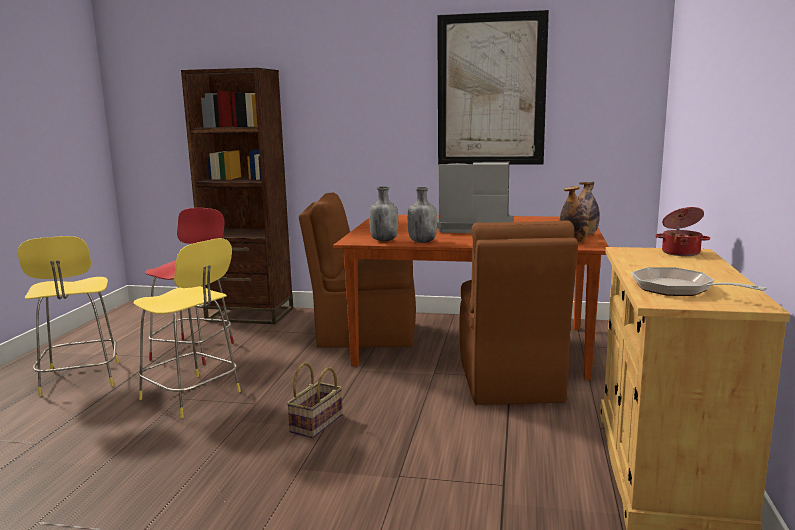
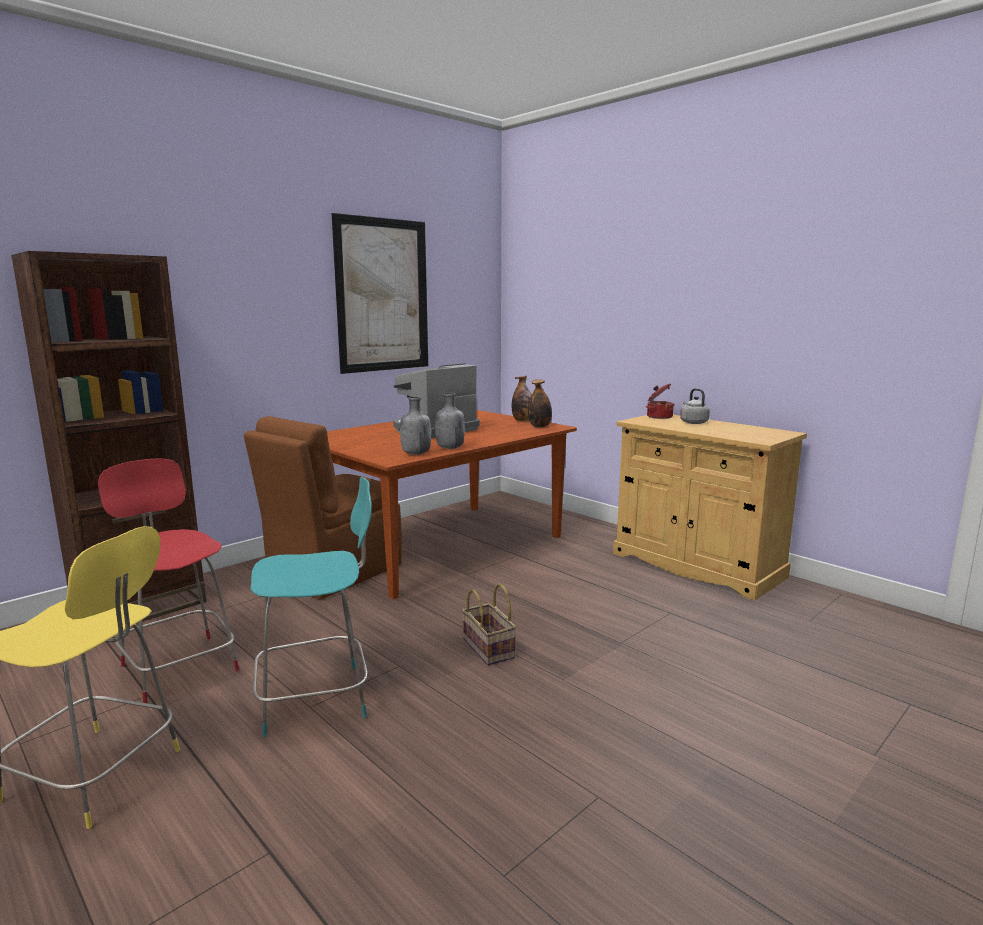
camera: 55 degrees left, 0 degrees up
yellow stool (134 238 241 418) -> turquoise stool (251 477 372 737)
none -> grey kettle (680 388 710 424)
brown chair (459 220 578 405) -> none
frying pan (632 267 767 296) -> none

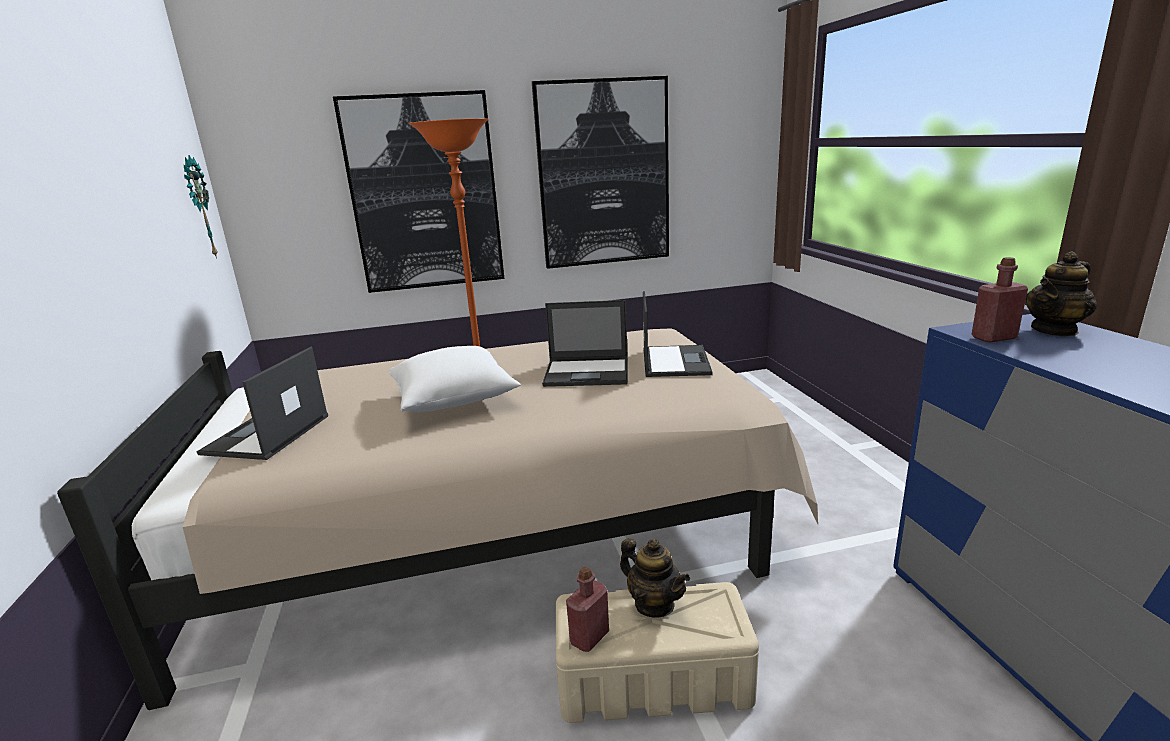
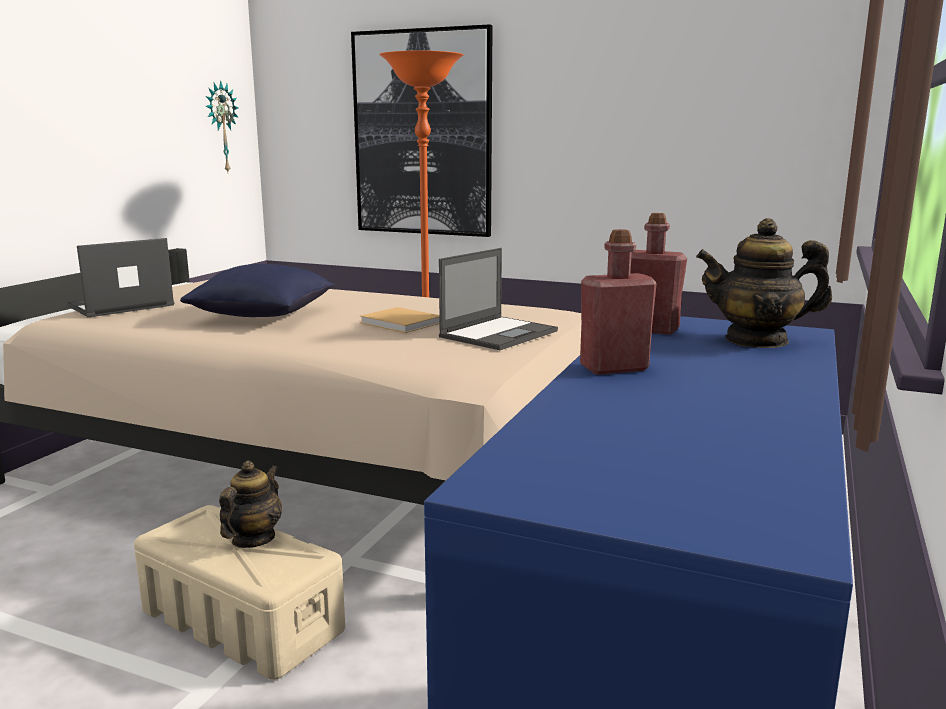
camera: 35 degrees right, 5 degrees down
white pillow (389 346 521 412) -> blue pillow (180 264 335 317)
teapot (620 538 690 617) -> teapot (219 461 282 548), 150 degrees counterclockwise
laptop (542 300 628 387) -> beige book (360 307 440 333)
red bottle (566 566 609 652) -> red bottle (580 229 657 375), move
picture (532 76 669 269) -> none

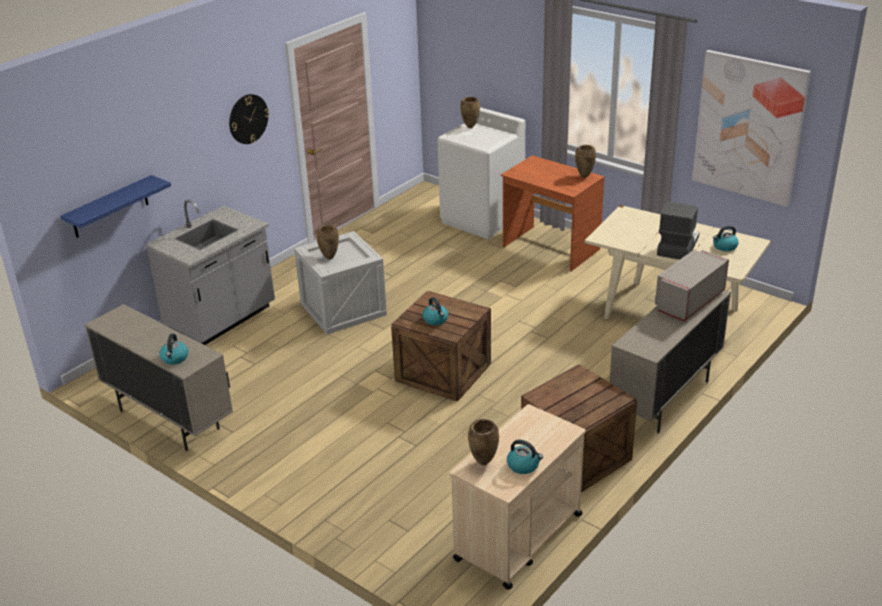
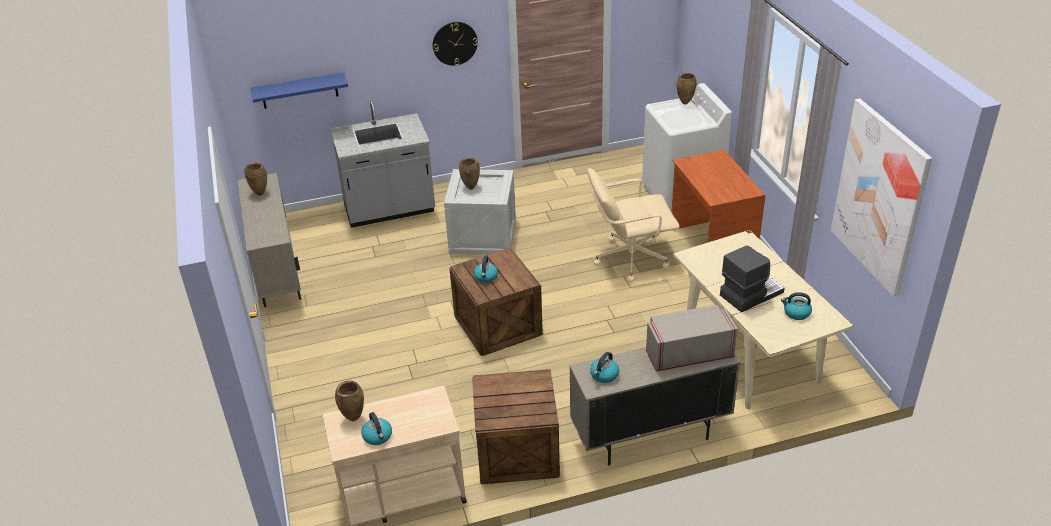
camera: 35 degrees right, 5 degrees up
brown vase (575 145 596 178) -> brown vase (244 163 267 196), move
none -> beige office chair (588 168 680 282)
kettle (159 334 189 365) -> kettle (590 352 619 383), move

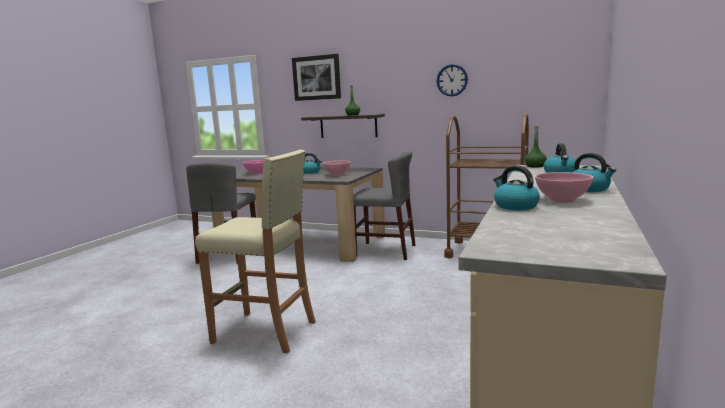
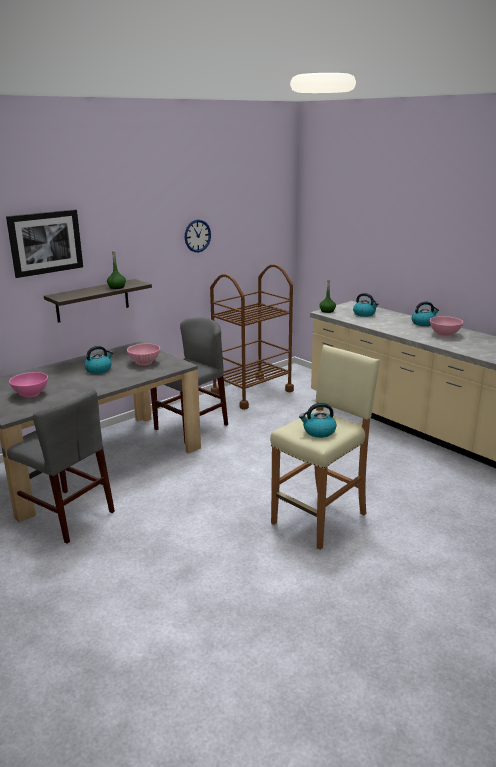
camera: 65 degrees left, 10 degrees up
kettle (494 165 540 210) -> kettle (299 403 337 438), move

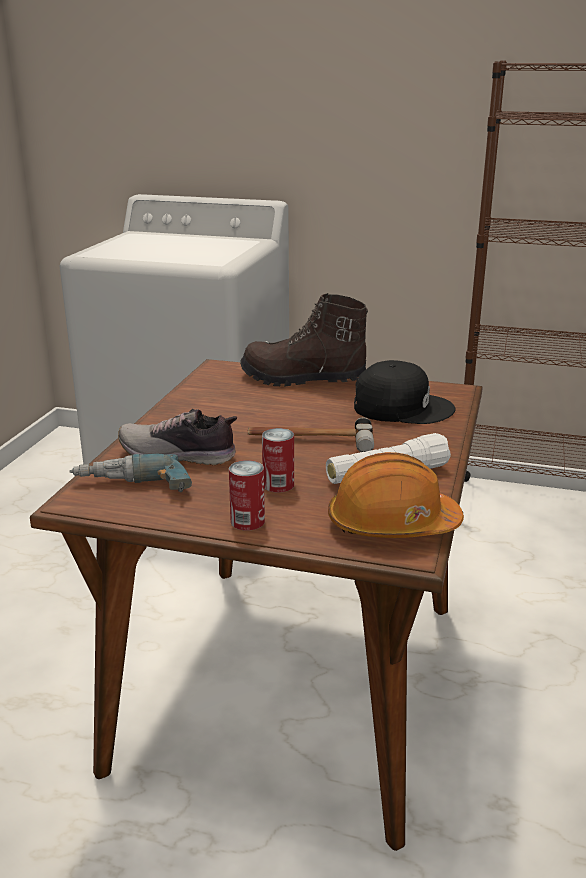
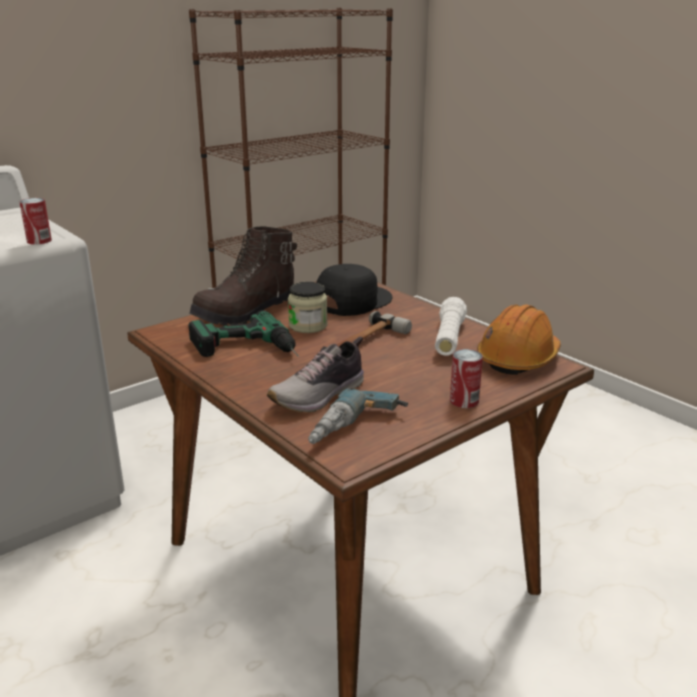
camera: 55 degrees left, 0 degrees up
can (262 428 294 492) -> can (19 198 52 245), move
none -> power drill (188 310 299 357)
none -> jar (288 282 328 333)

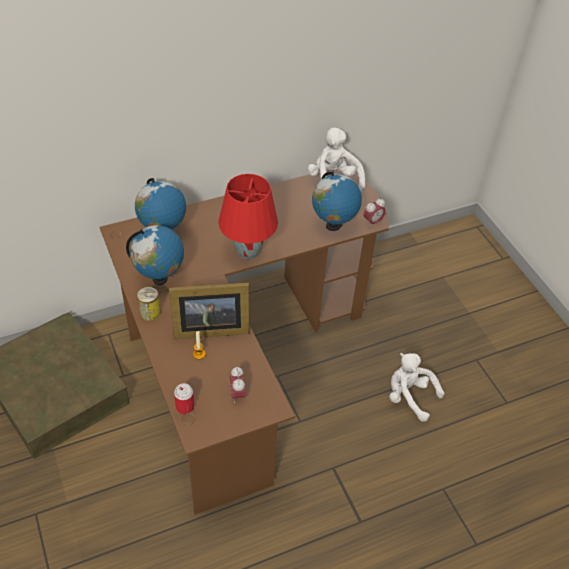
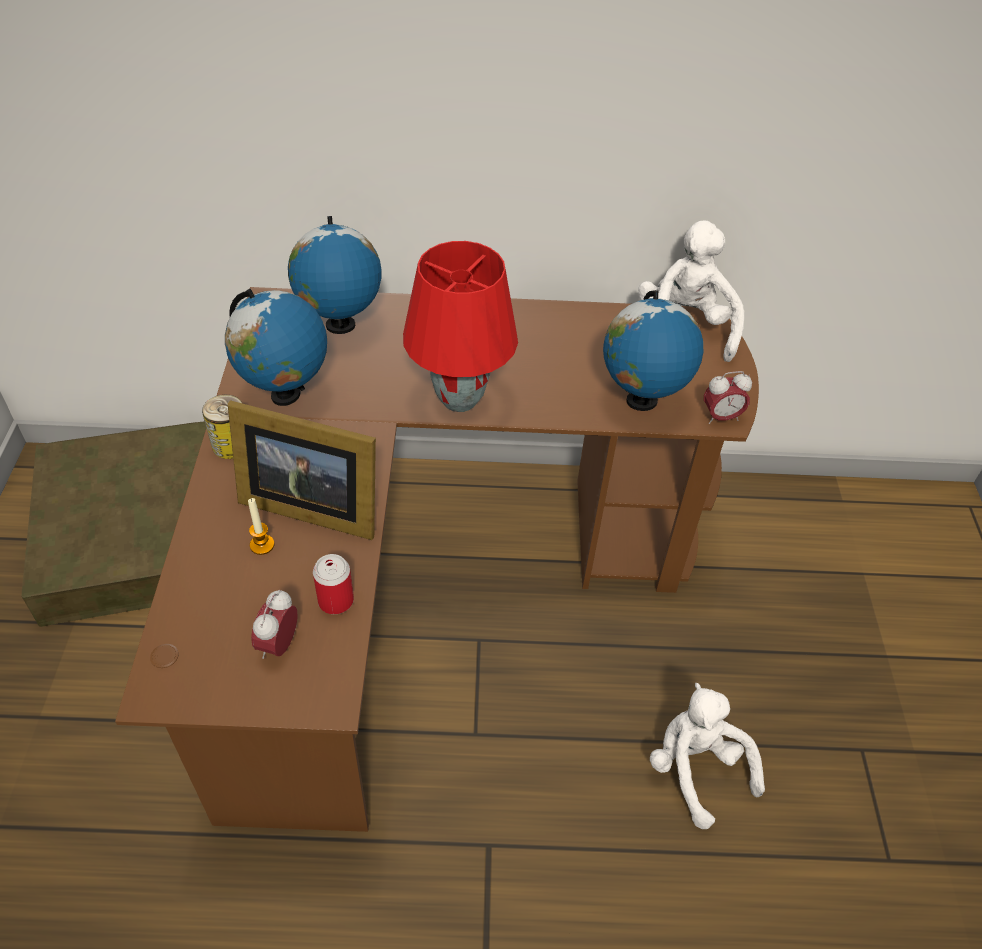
camera: 25 degrees right, 0 degrees up
can (174 383 194 414) -> can (313 554 354 614), move

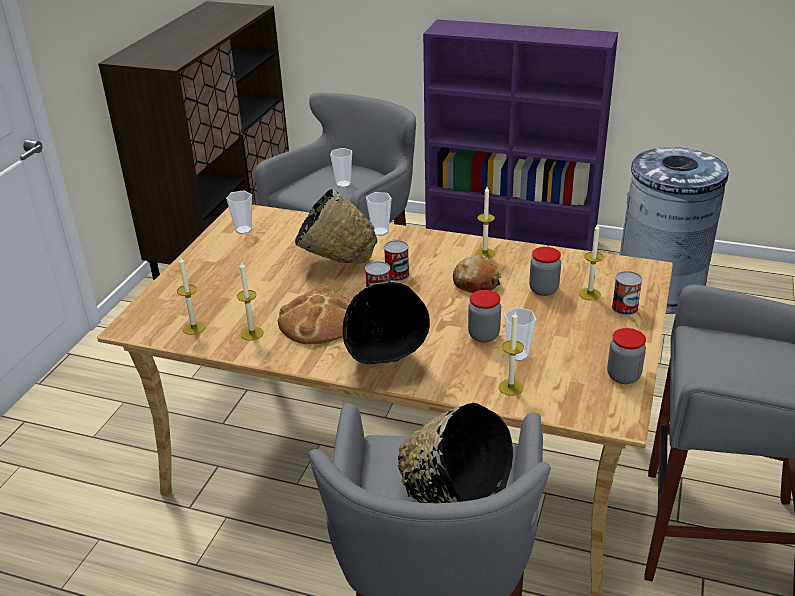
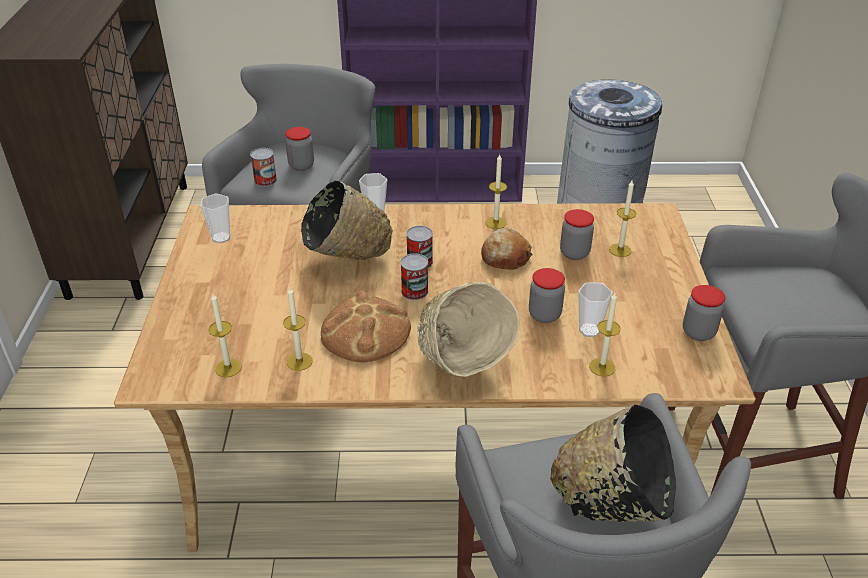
camera: 20 degrees left, 5 degrees up
can (612 271 643 315) -> can (250 148 277 187), move
cup (330 148 352 188) -> jar (285 127 314 171)
black bowl (343 282 430 364) -> beige bowl (417 282 520 377)

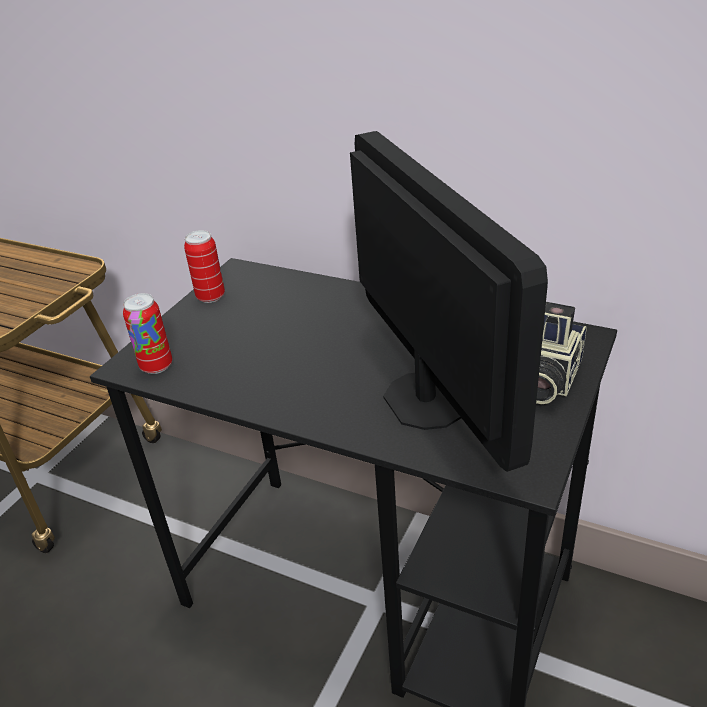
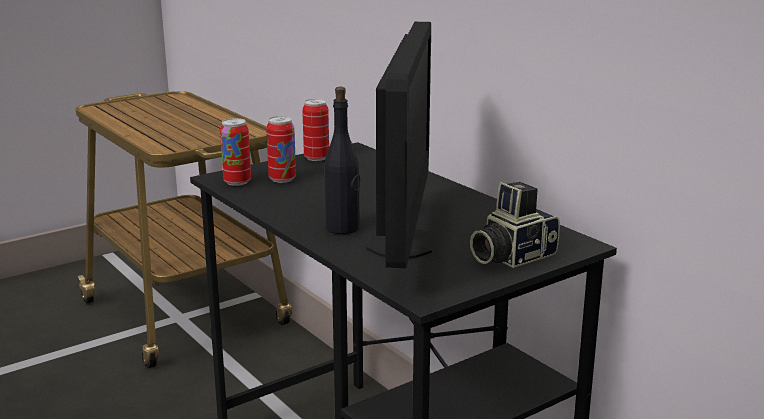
camera: 25 degrees right, 15 degrees down
none -> can (266 116 296 183)
none -> black bottle (324 87 360 234)

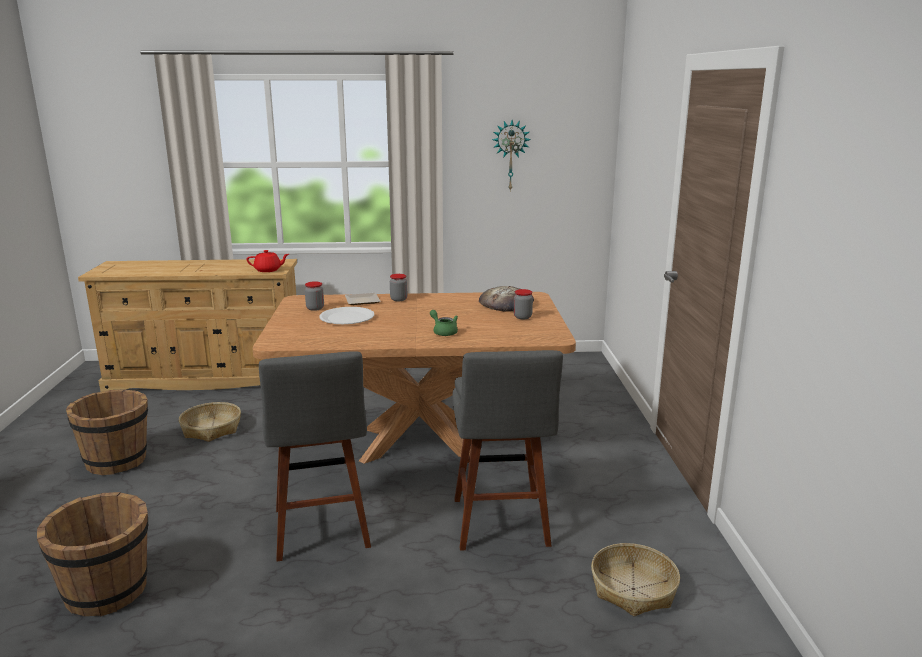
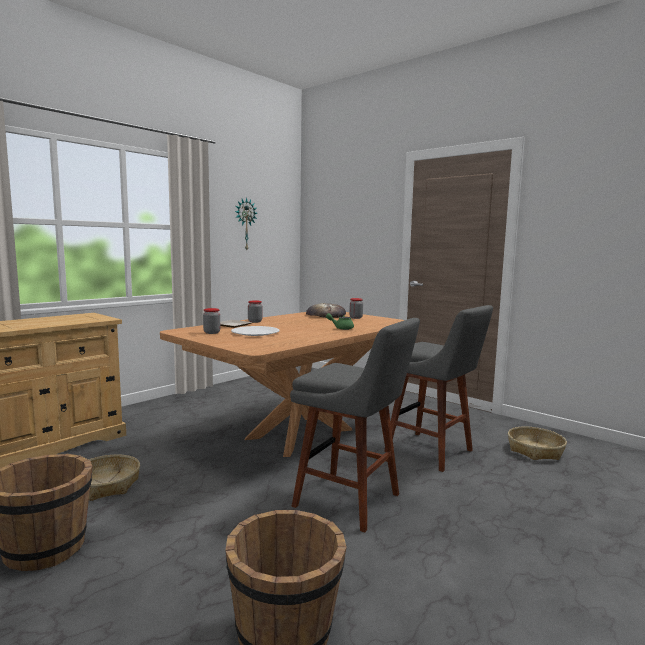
camera: 45 degrees left, 10 degrees down
red teapot (246 250 289 272) -> none

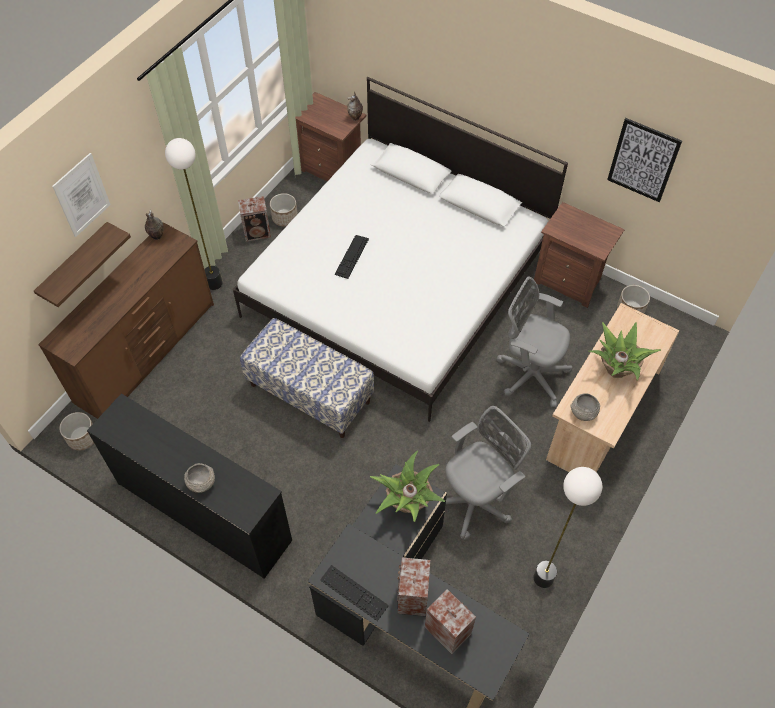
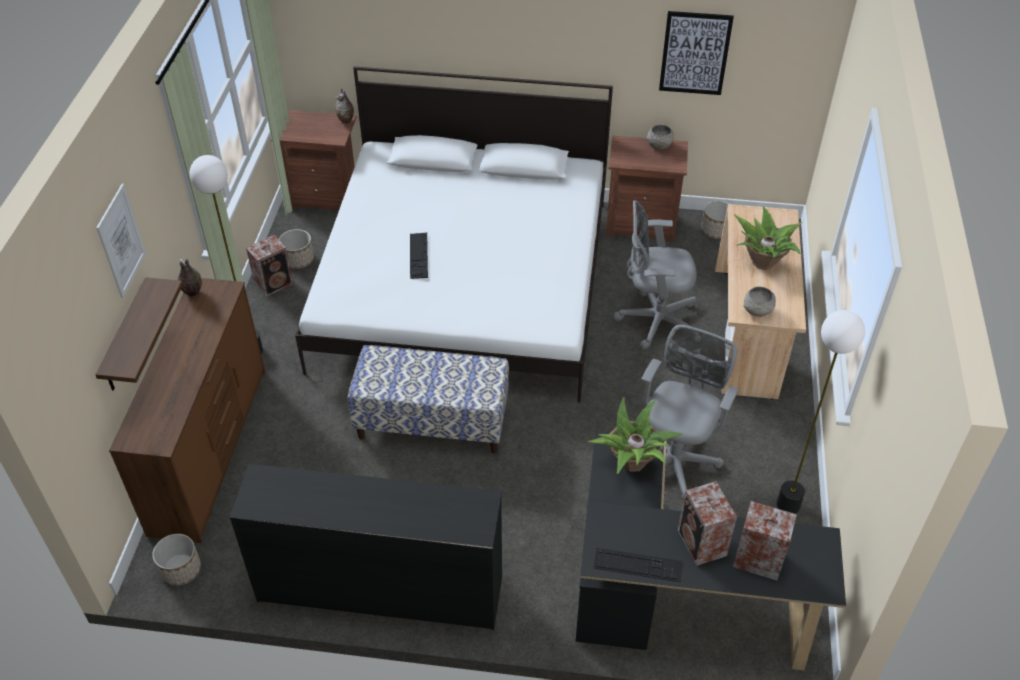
camera: 25 degrees left, 10 degrees down
grey bowl (184 463 215 493) -> grey bowl (647 125 674 149), move

